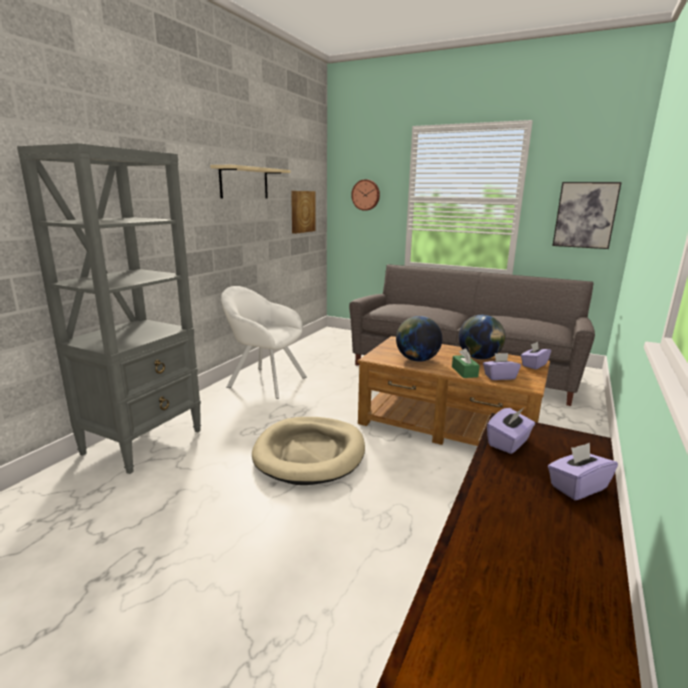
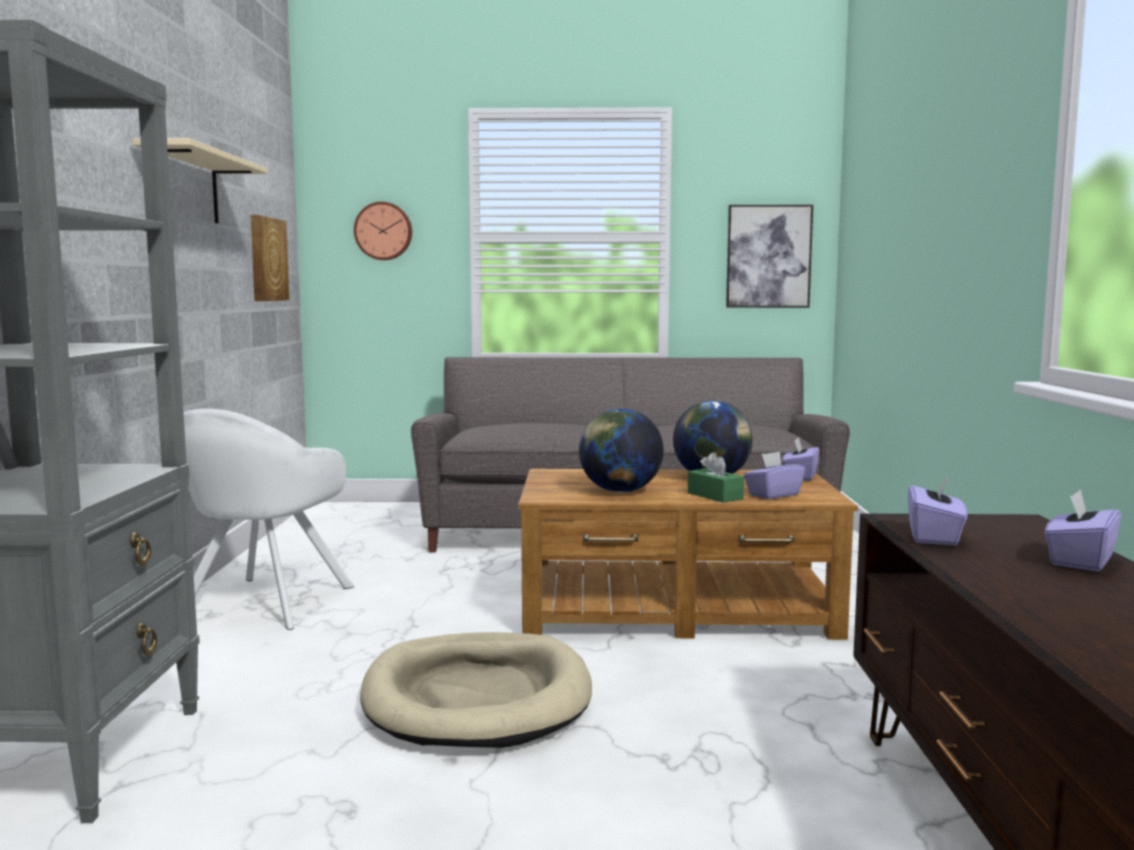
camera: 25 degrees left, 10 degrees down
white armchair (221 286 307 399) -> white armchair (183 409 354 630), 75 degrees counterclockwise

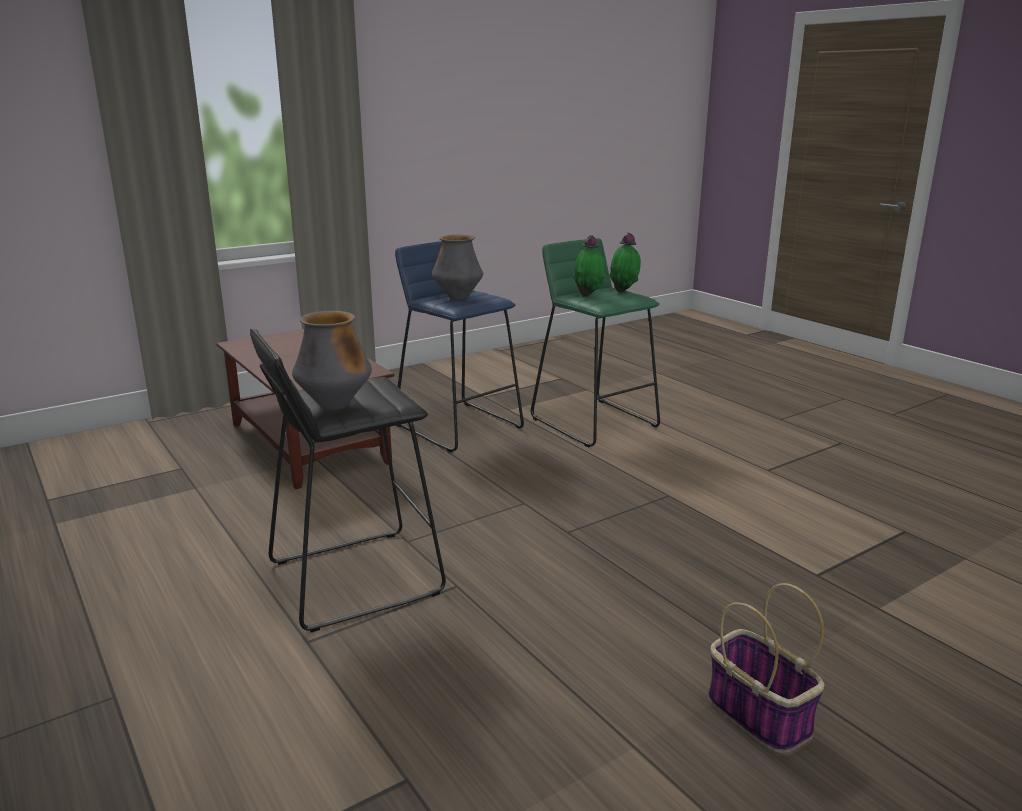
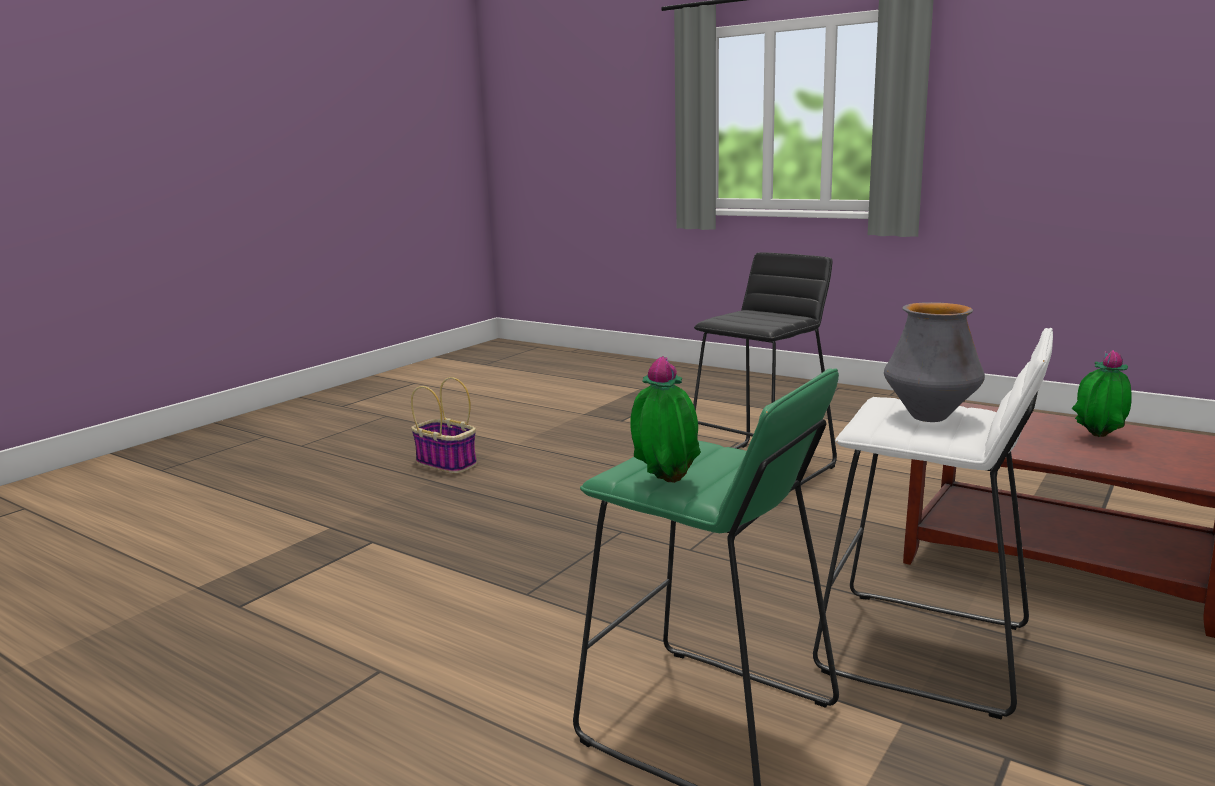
camera: 160 degrees right, 5 degrees down
blue stool (395 241 524 452) -> white stool (813 328 1053 719)
potted plant (573 235 606 296) -> potted plant (1071 350 1132 437), move
vase (292 311 372 410) -> none

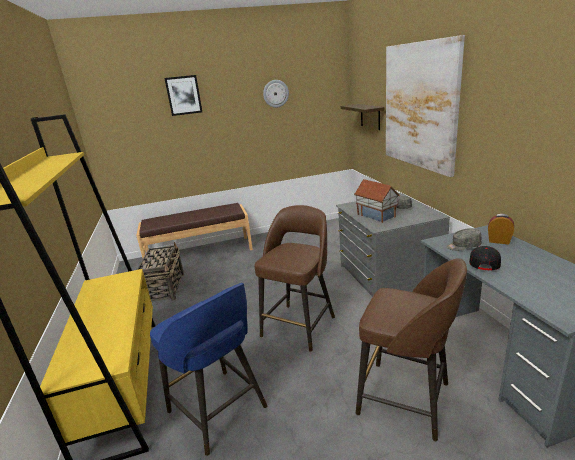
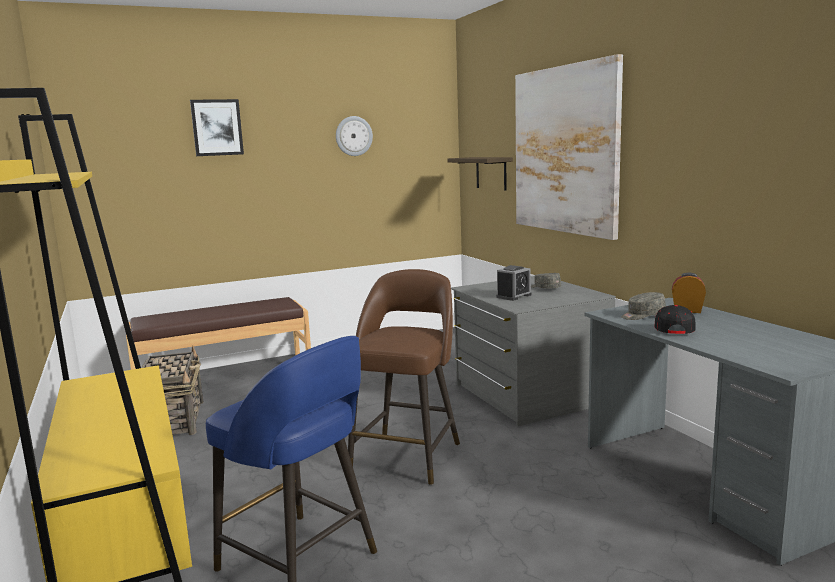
camera: 10 degrees left, 10 degrees down
toy house (354 179 400 223) -> alarm clock (496 265 531 301)
brown stool (356 258 467 442) -> none

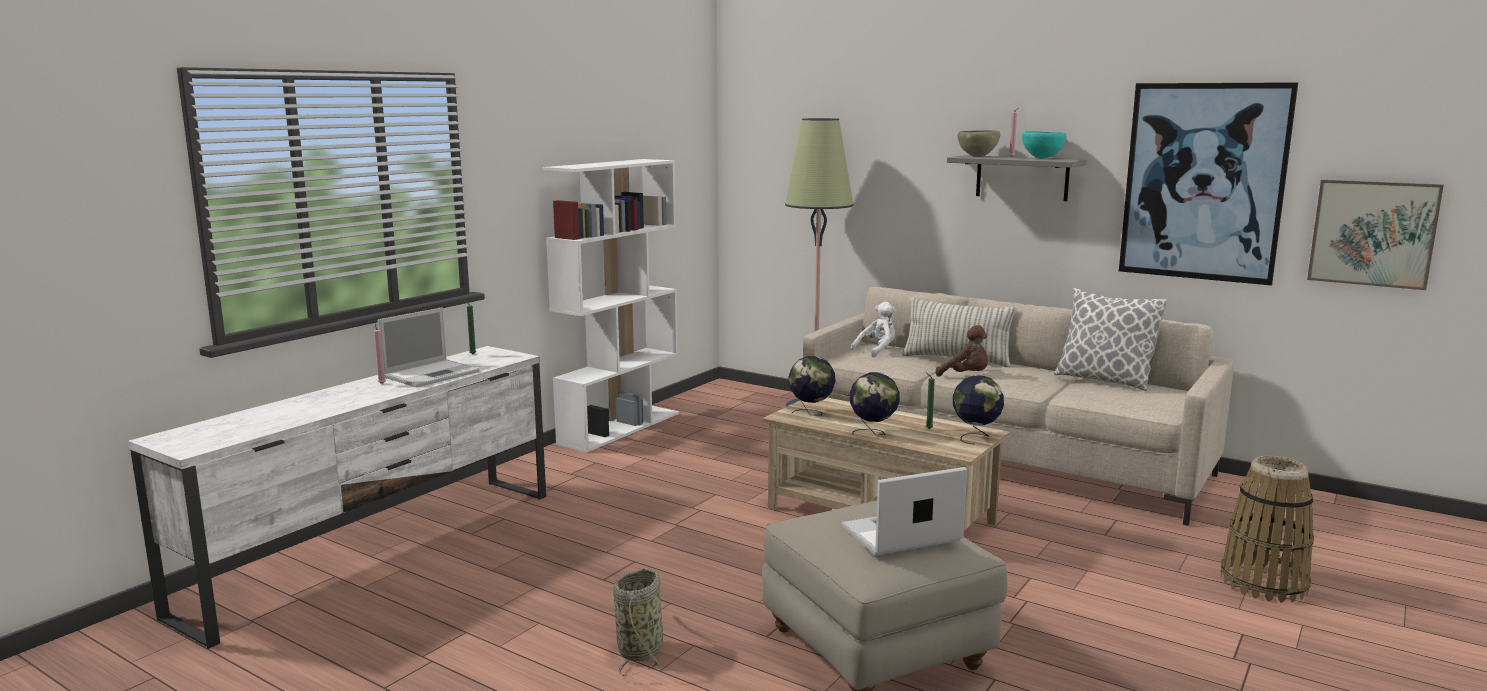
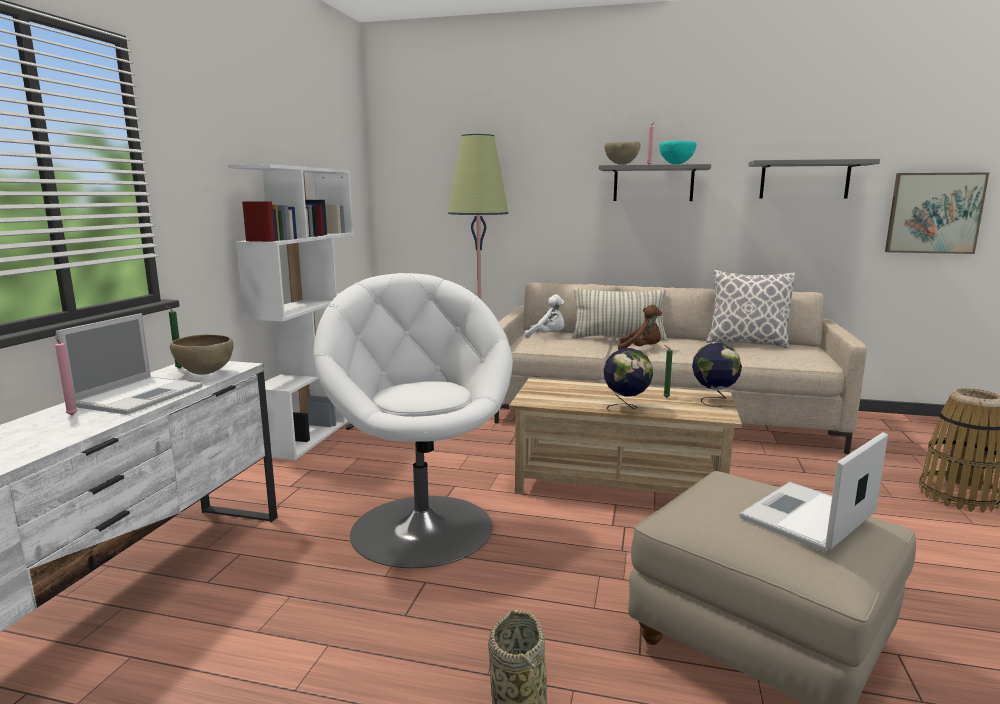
camera: 20 degrees left, 0 degrees up
none -> brown bowl (170 334 234 375)
none -> white armchair (313 273 513 568)
white plush toy (851 302 896 358) -> white plush toy (525 294 565 338), 75 degrees clockwise
picture (1119 82 1298 286) -> grey shelf (748 159 880 199)
globe (788 356 836 416) -> none

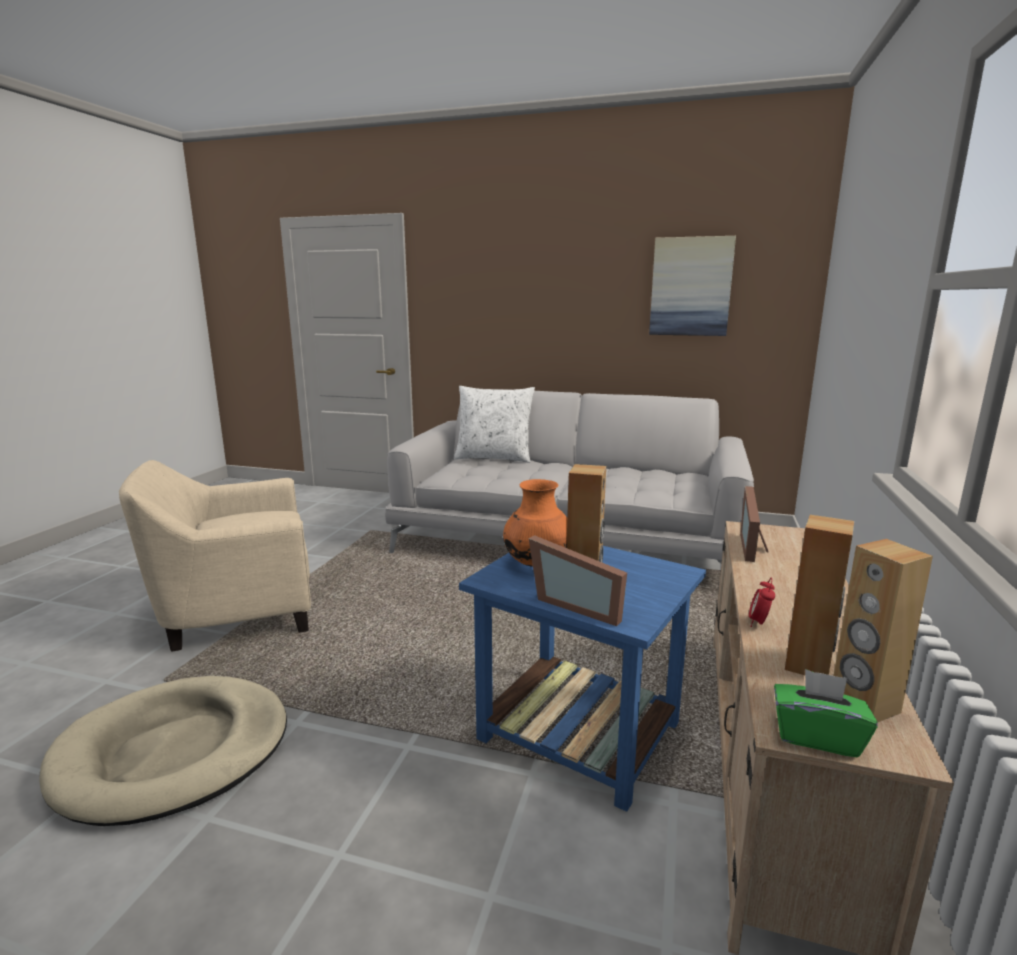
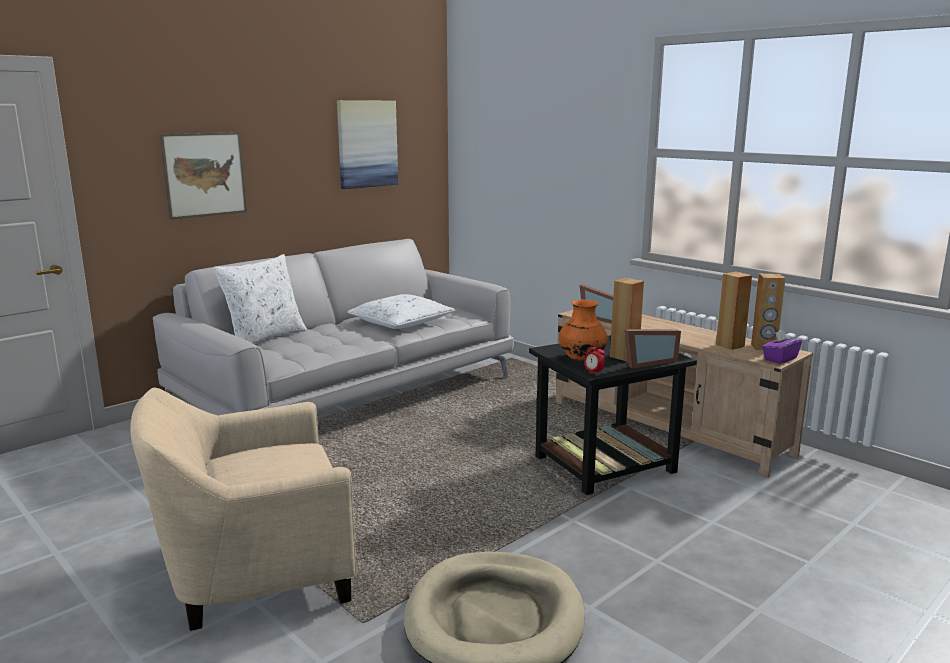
camera: 60 degrees left, 0 degrees up
beige armchair (119 460 311 652) -> beige armchair (130 387 356 631), 60 degrees clockwise
none -> picture (160 132 247 220)
none -> white pillow (347 294 456 329)
blue side table (459 546 706 812) -> black side table (529 335 697 495)
alarm clock (749 577 775 627) -> alarm clock (584 342 605 374), move
green tissue box (774 669 878 757) -> purple tissue box (762 330 802 364)

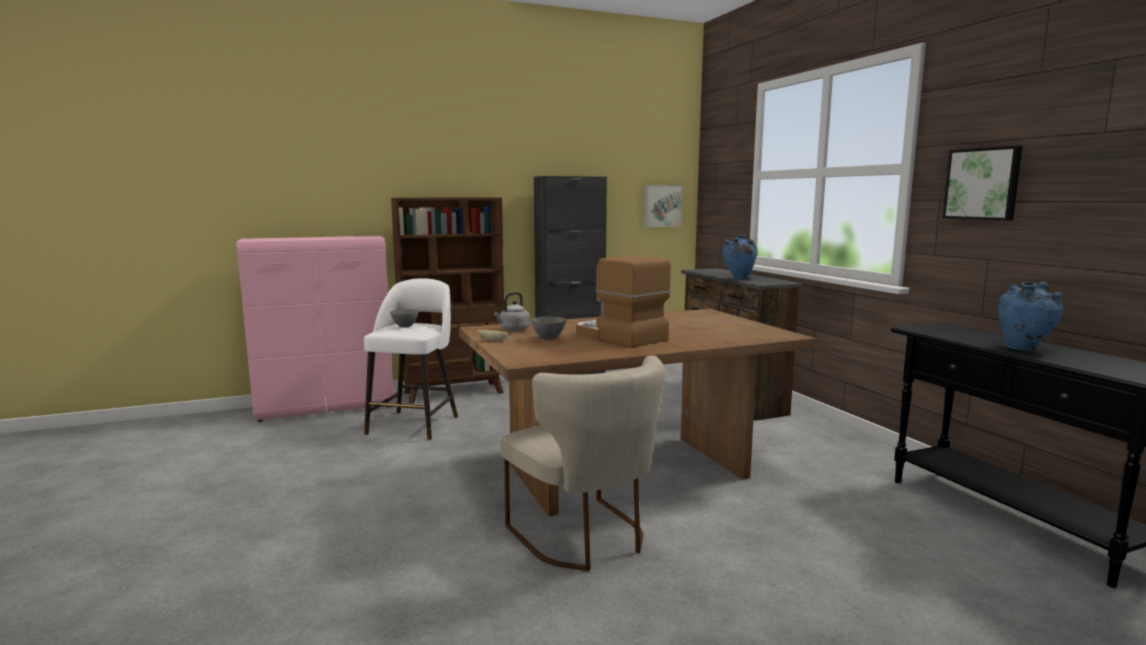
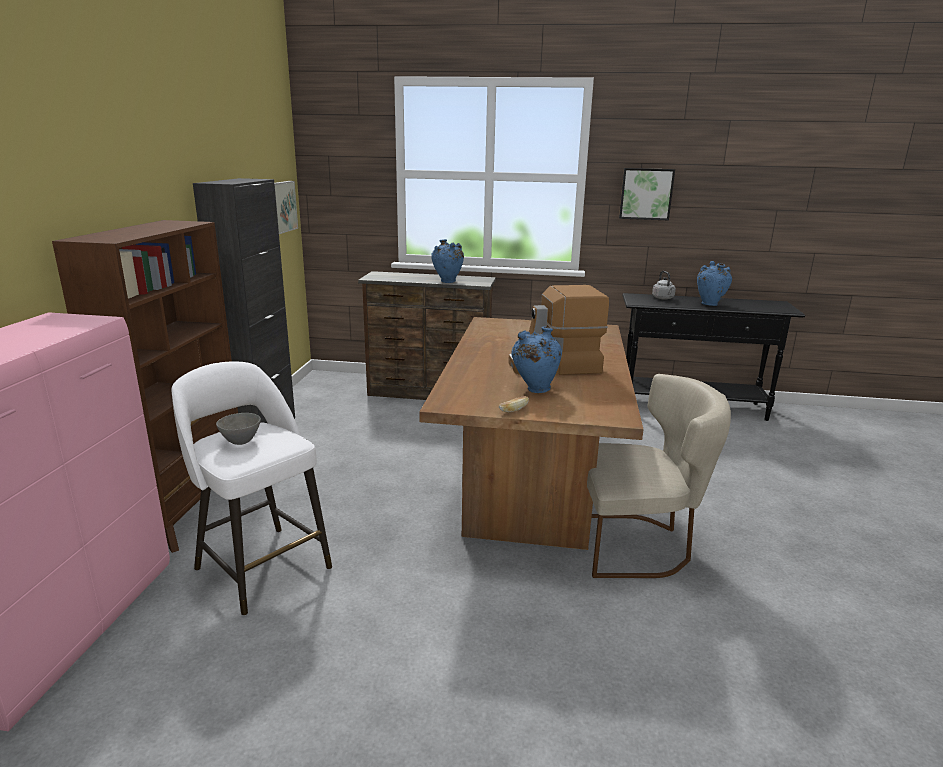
camera: 60 degrees left, 10 degrees up
grey bowl (531 317 566 340) -> blue vase (511 326 562 393)
grey kettle (494 292 530 331) -> grey kettle (652 271 676 300), move

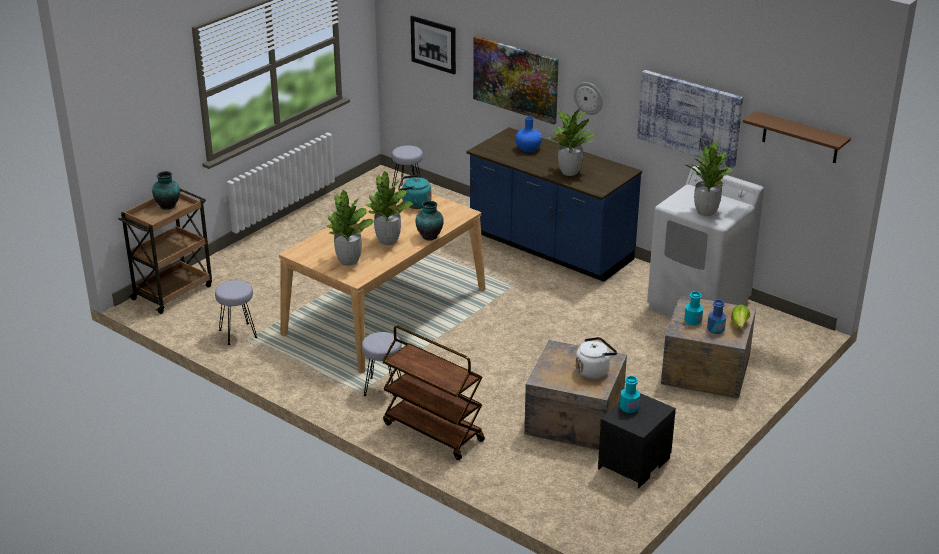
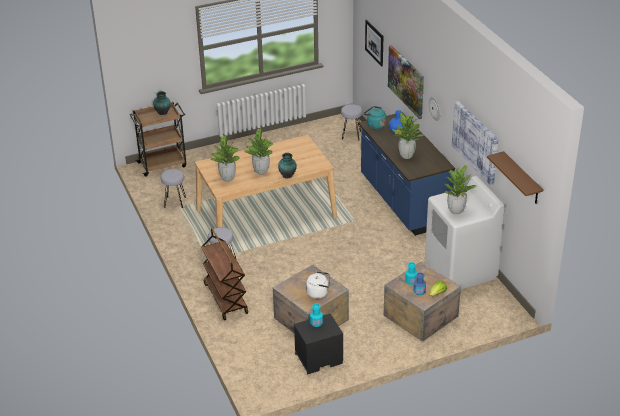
camera: 30 degrees right, 5 degrees up
turquoise kettle (398 175 431 209) -> turquoise kettle (363 106 386 129), move

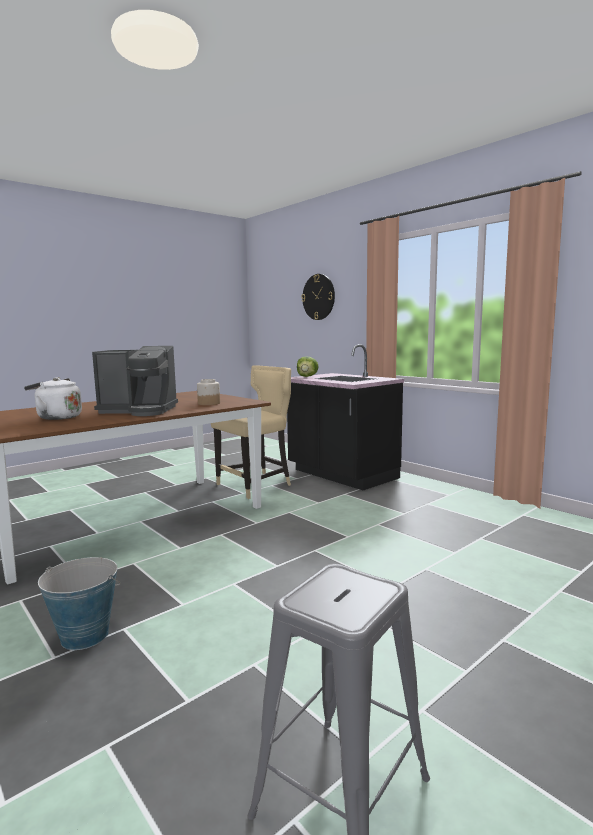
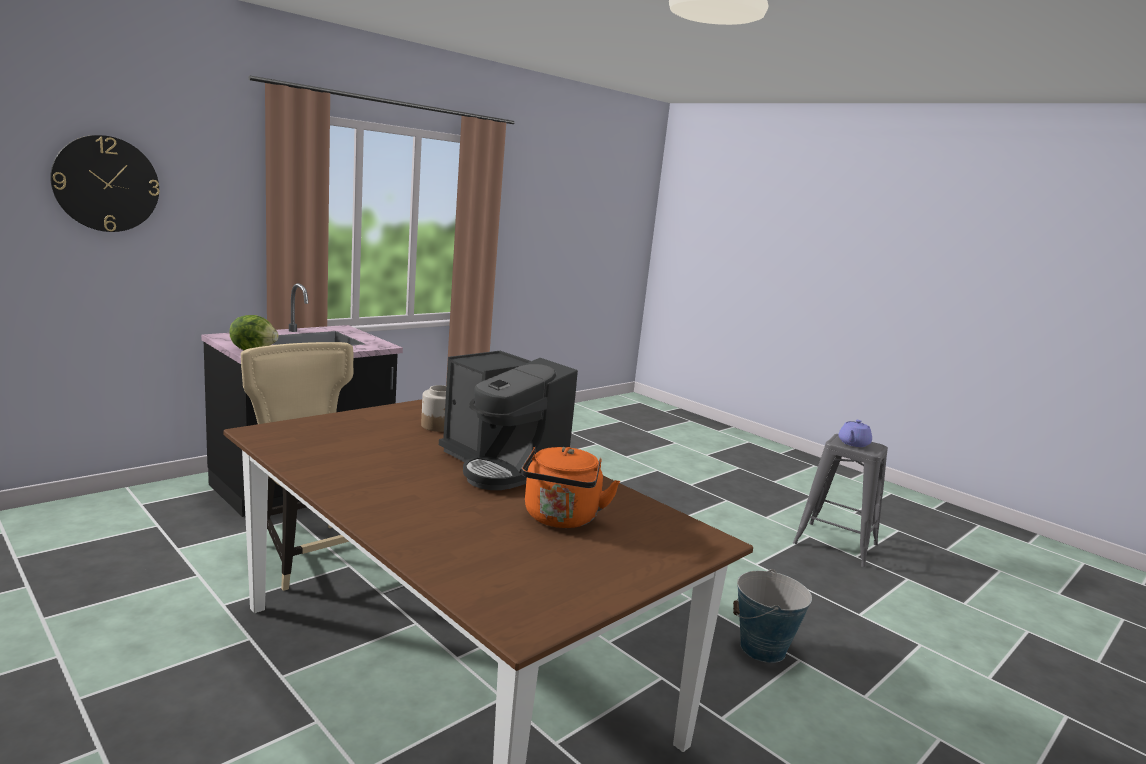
camera: 95 degrees left, 5 degrees up
coffee machine (92 346 178 416) -> coffee machine (439 351 578 490), 135 degrees clockwise
white kettle (24 377 82 420) -> orange kettle (521 447 620 528)
none -> purple teapot (839 420 872 447)

